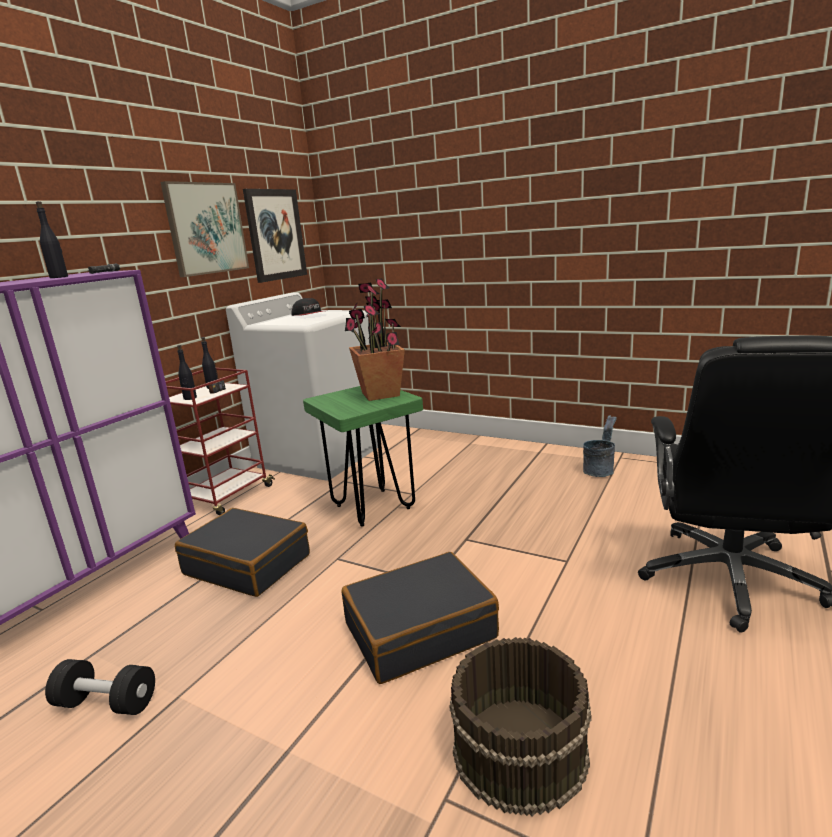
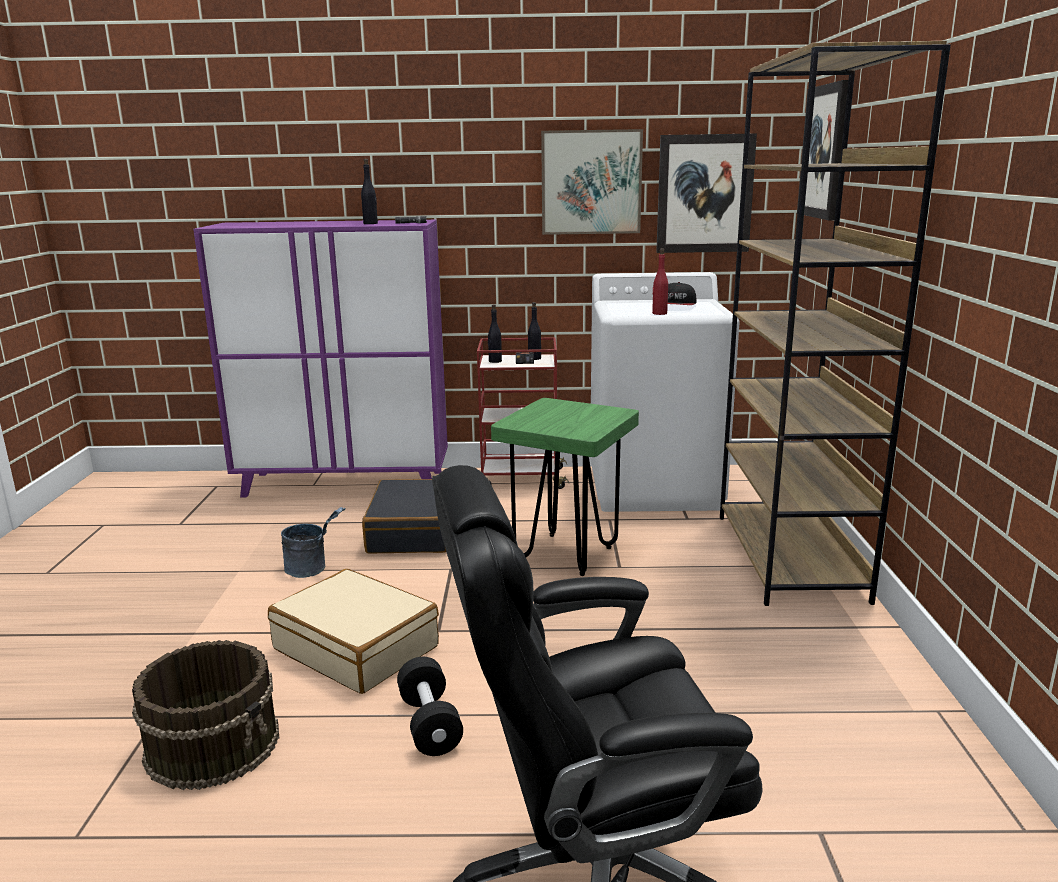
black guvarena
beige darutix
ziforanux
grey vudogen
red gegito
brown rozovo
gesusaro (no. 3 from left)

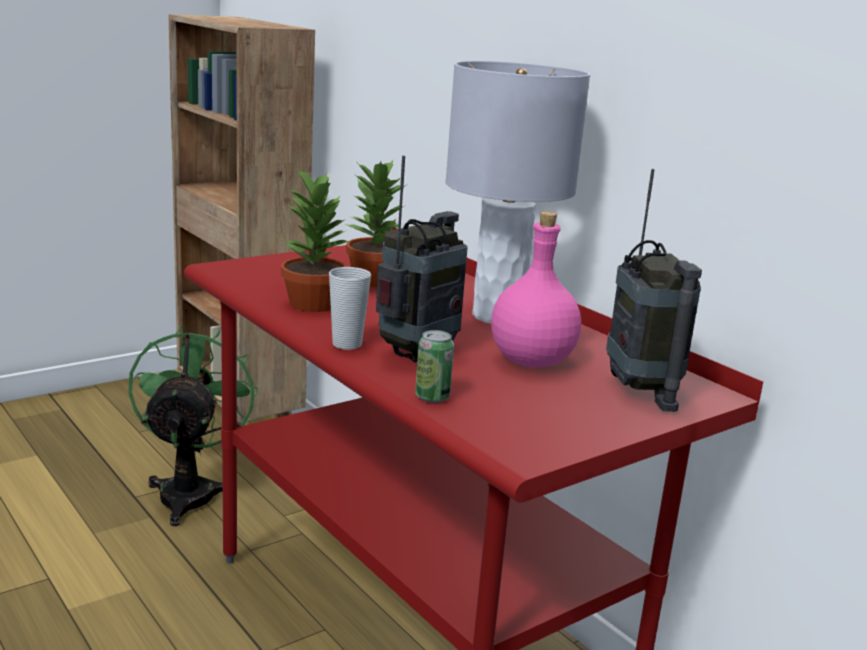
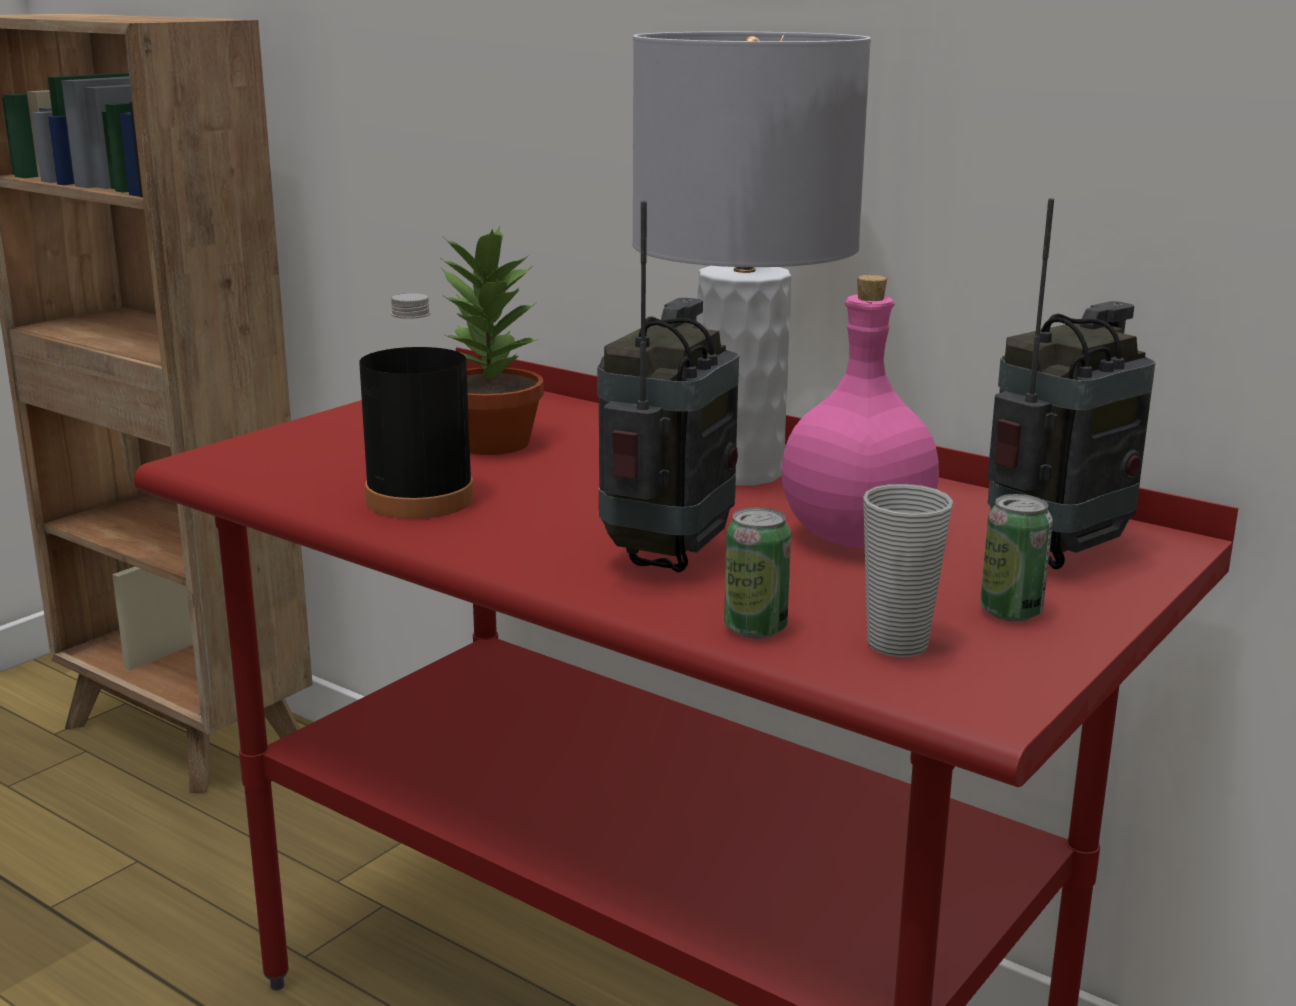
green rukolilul
black gegito
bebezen
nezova (no. 2 from left)
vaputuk (no. 2 from left)

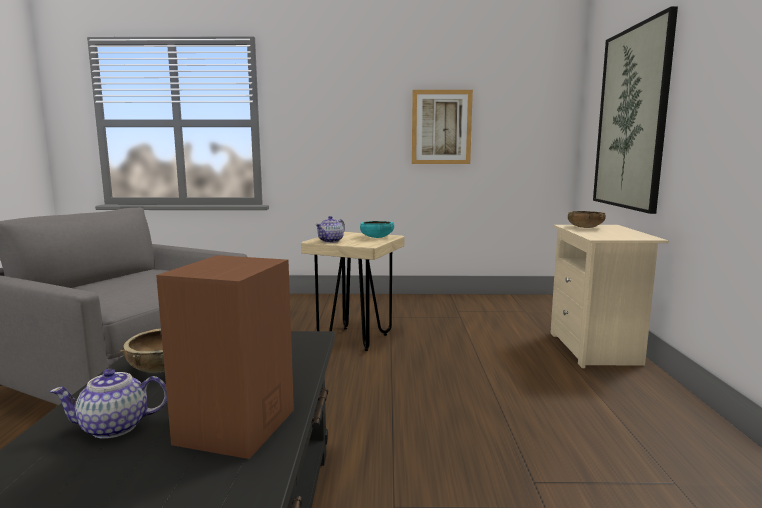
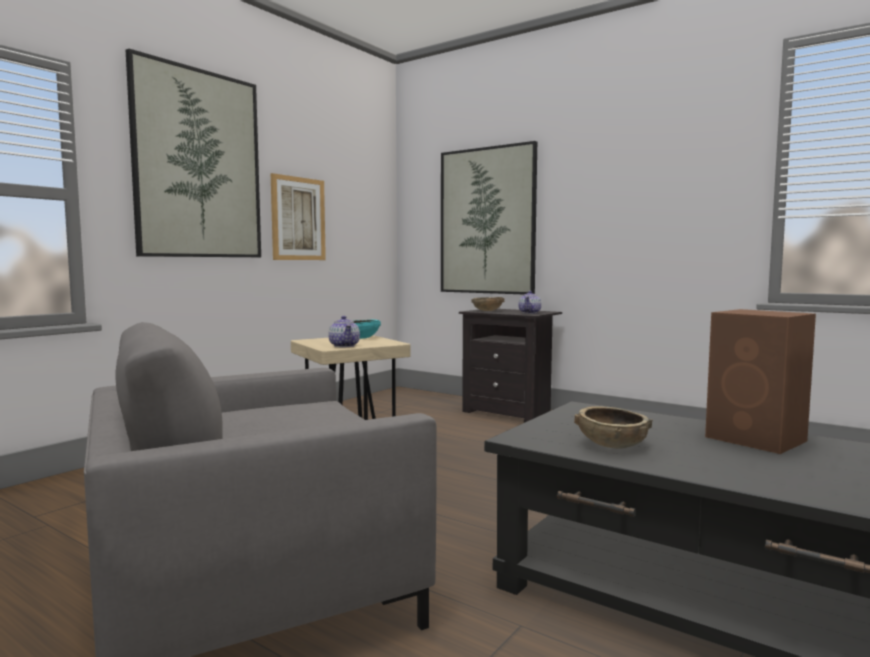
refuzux (no. 2 from left)
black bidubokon
gesusaro (no. 1 from left)

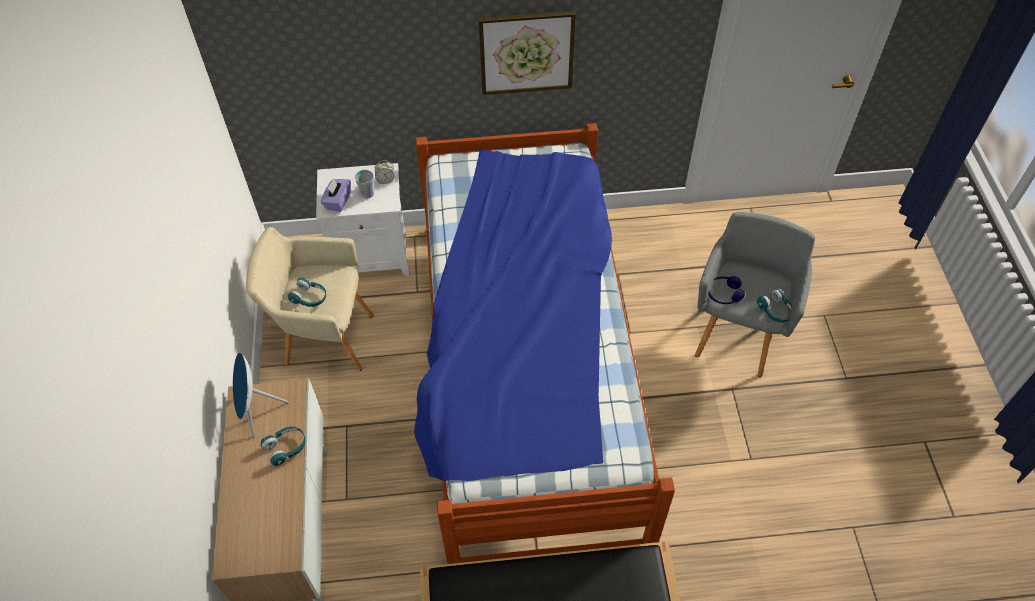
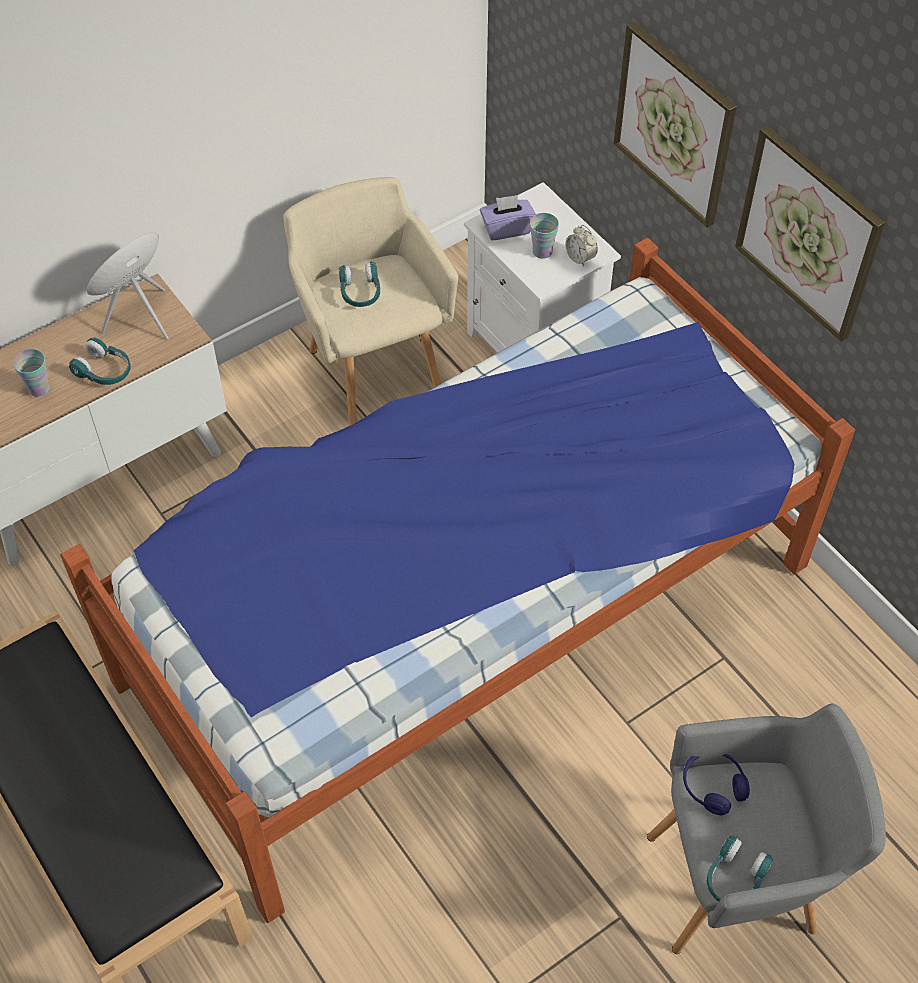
bebezen (no. 1 from left)
gesusaro (no. 1 from left)

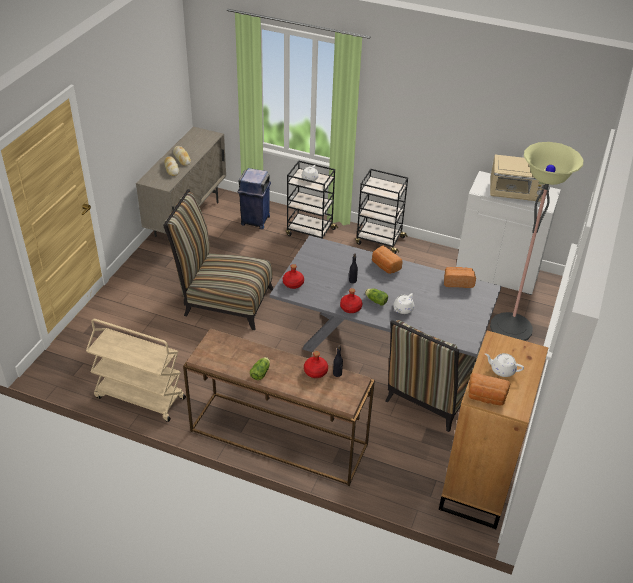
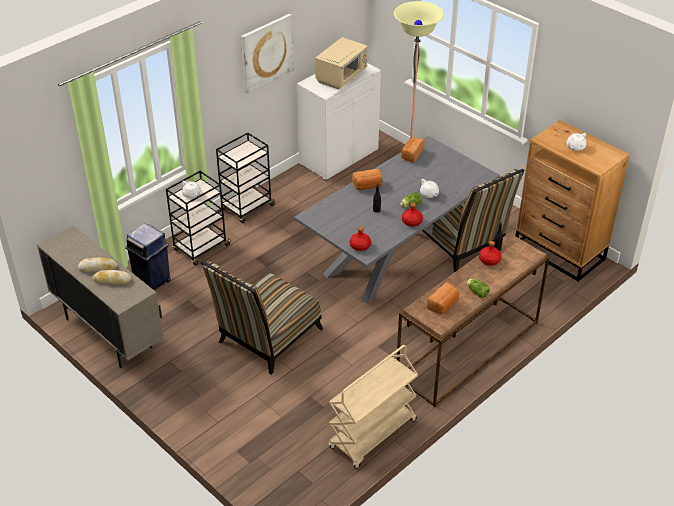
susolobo (no. 5 from left)
gesusaro

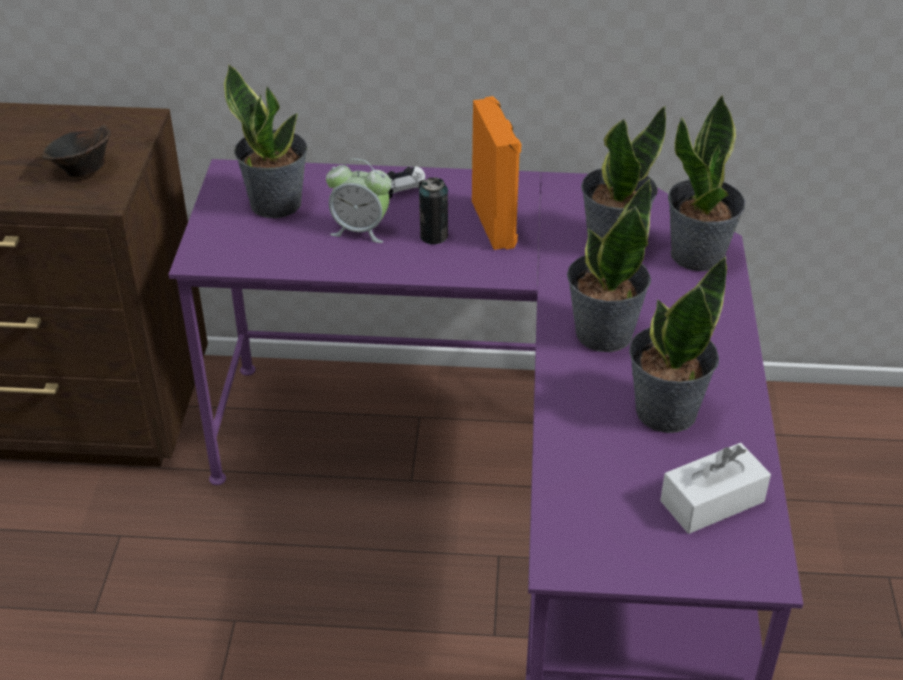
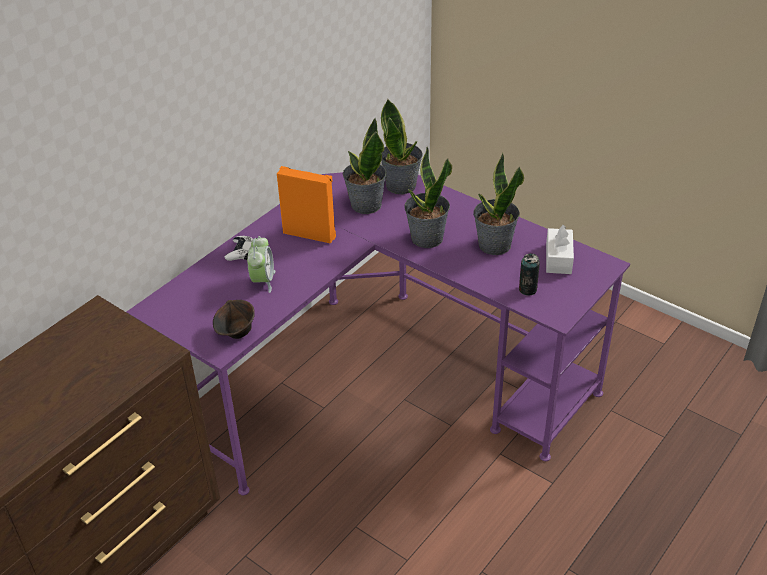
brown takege
ziforanux (no. 1 from left in the first image)
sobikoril
vaputuk

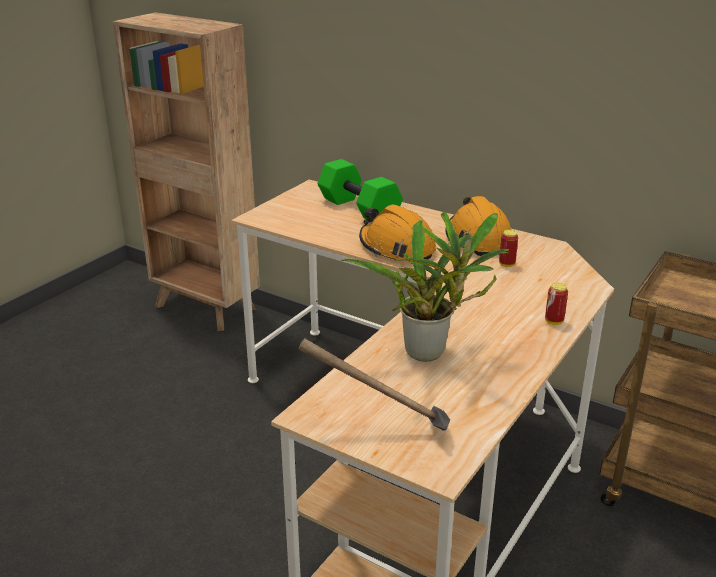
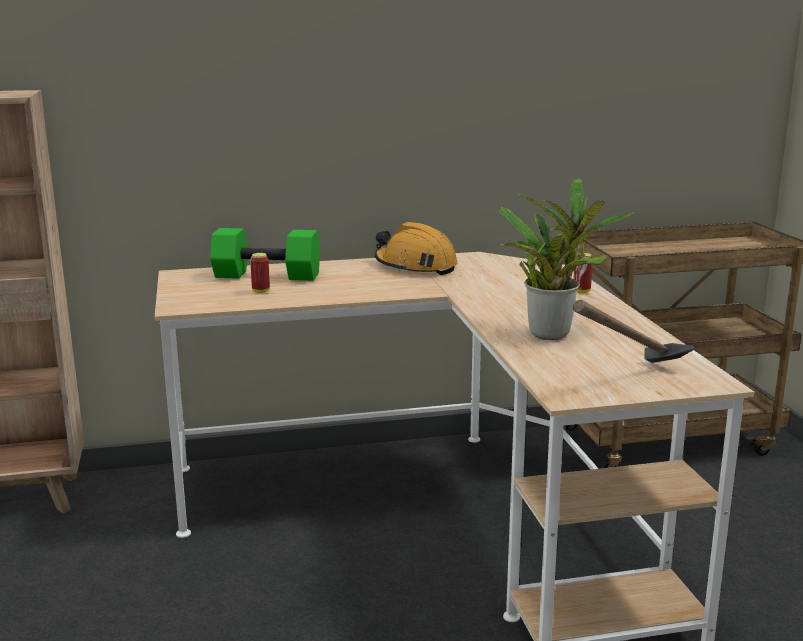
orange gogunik (no. 1 from left in the first image)
vaputuk (no. 1 from left)

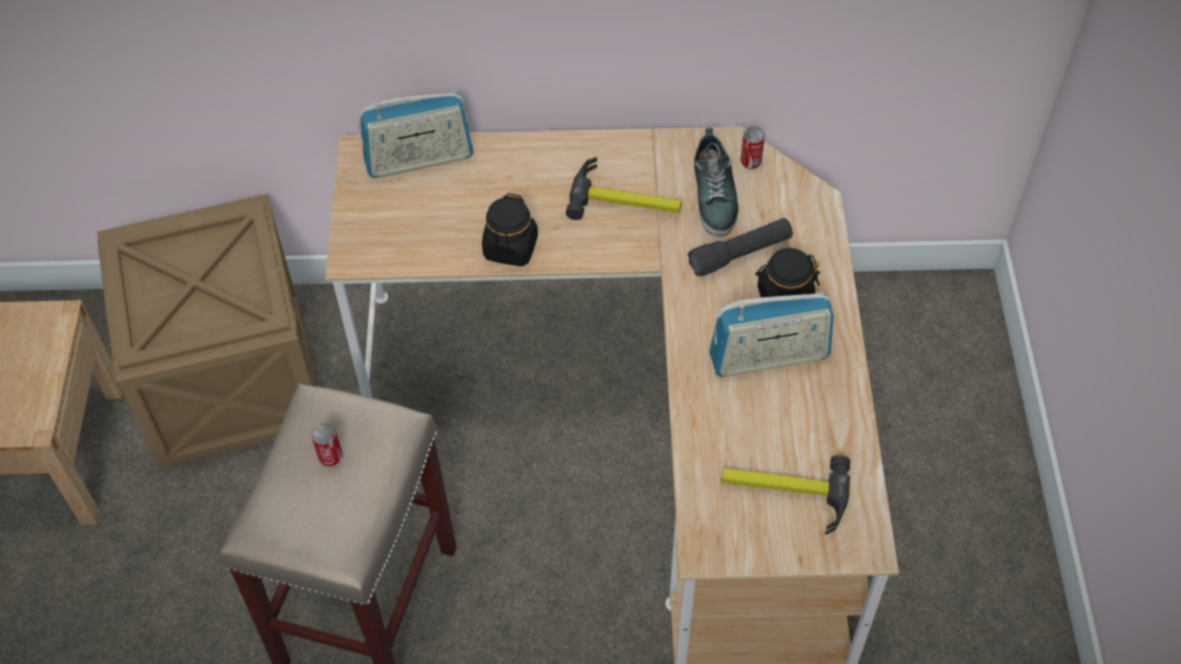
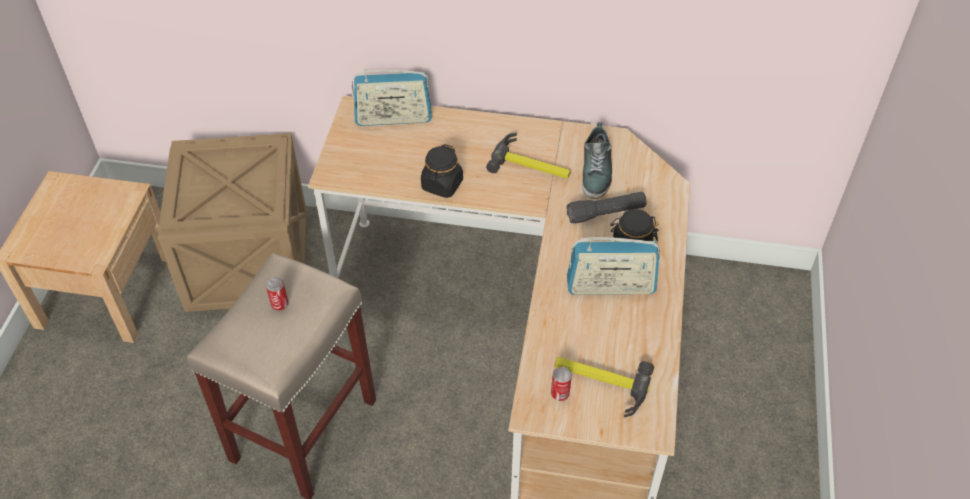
vaputuk (no. 2 from left)

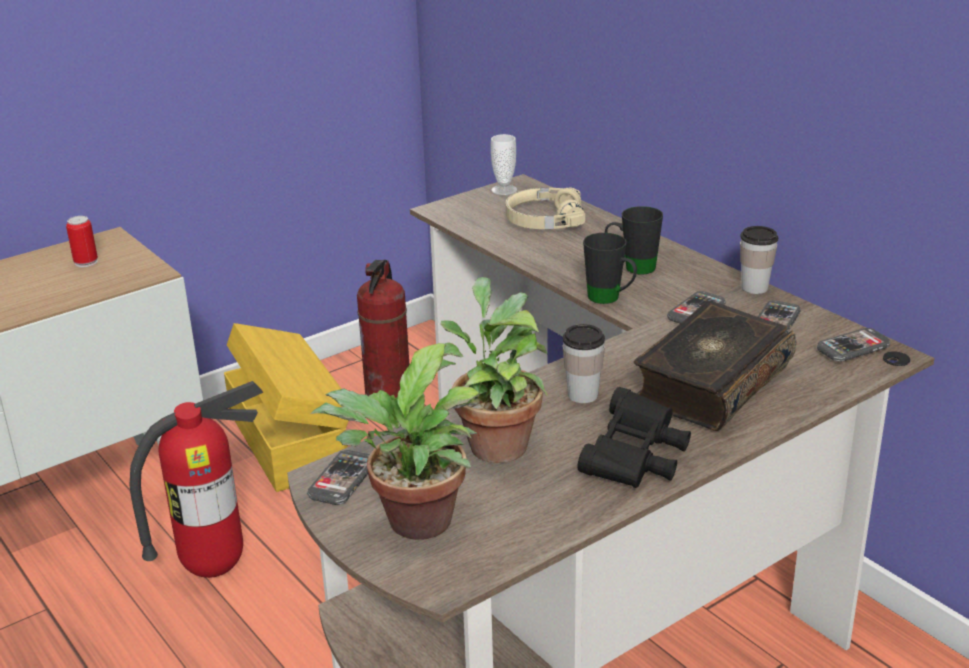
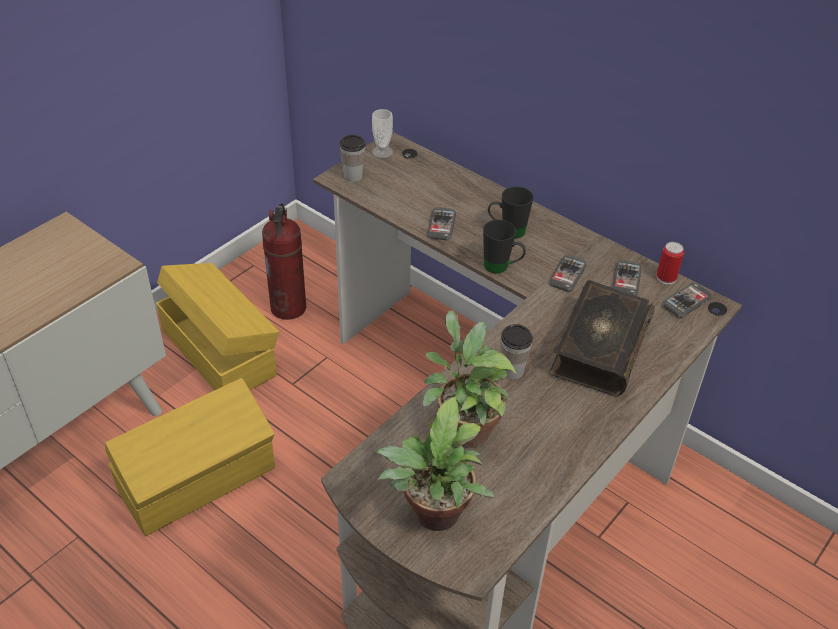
vaputuk
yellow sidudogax (no. 1 from left)
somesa (no. 1 from left)
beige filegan
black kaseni
bebezen (no. 1 from left)

